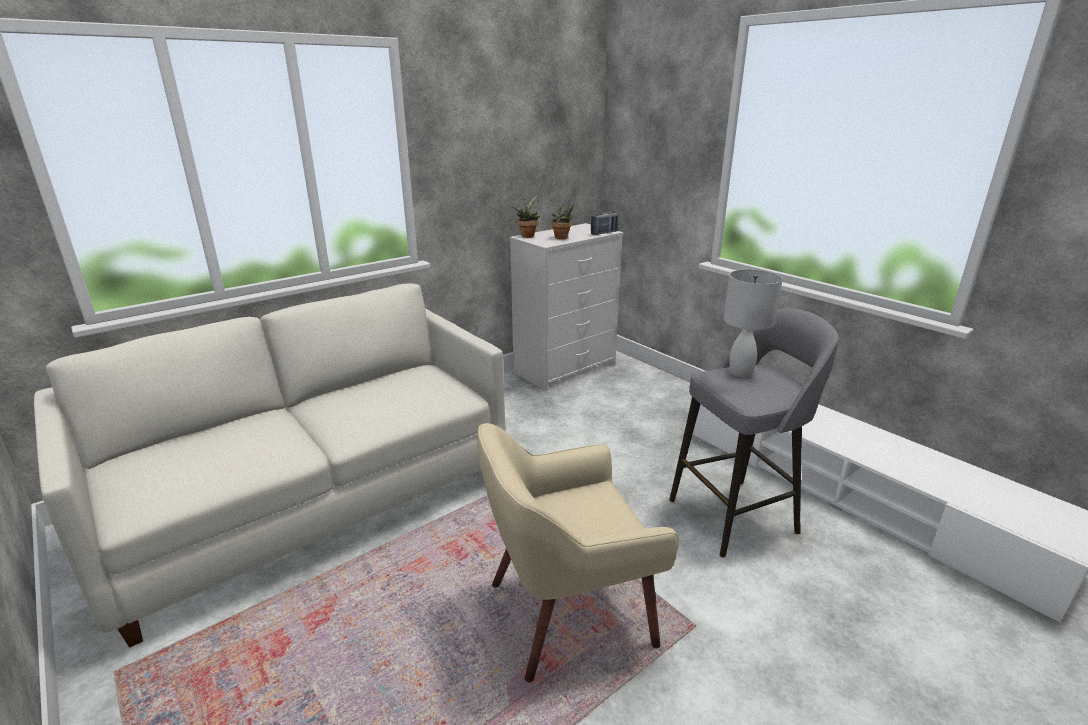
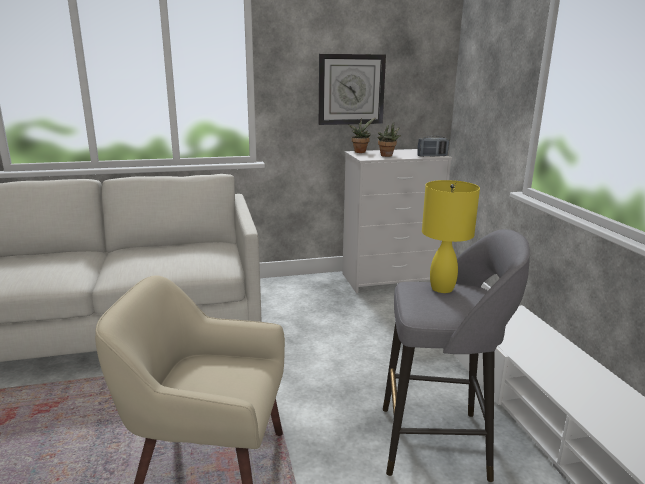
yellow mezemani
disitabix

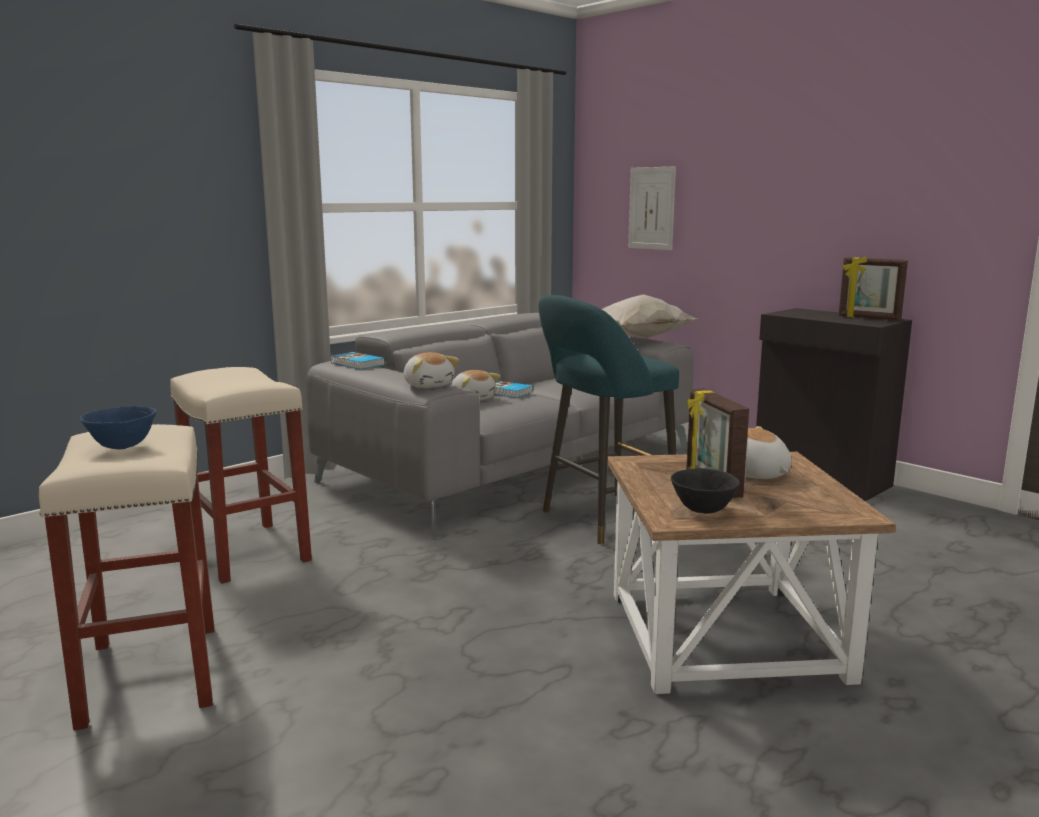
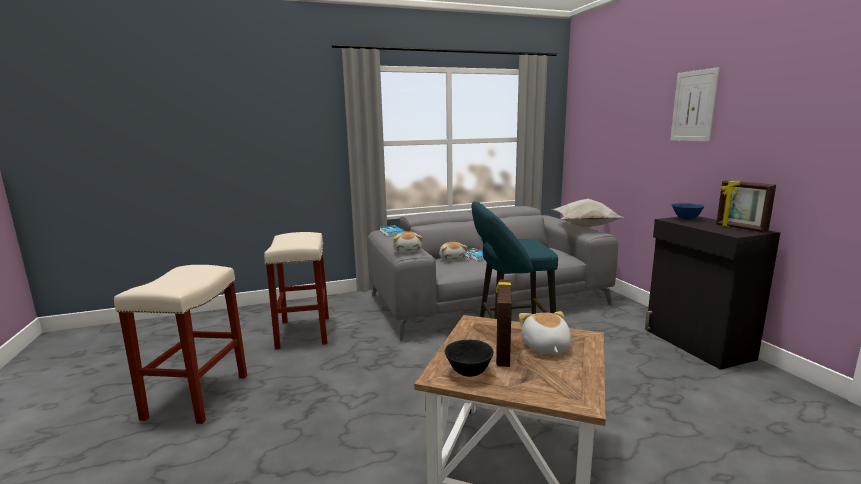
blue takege
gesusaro

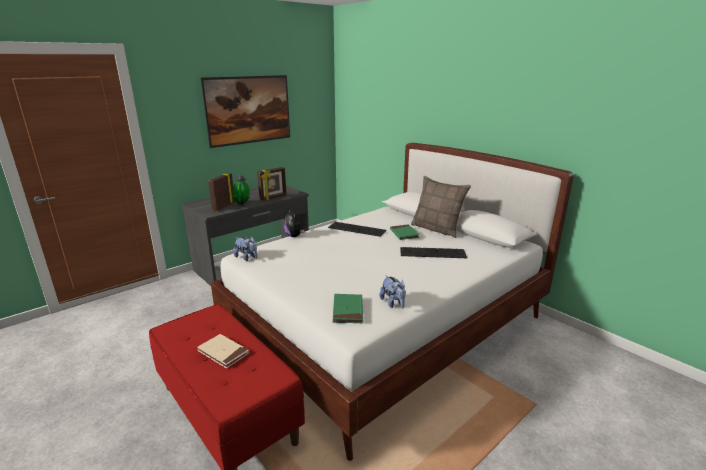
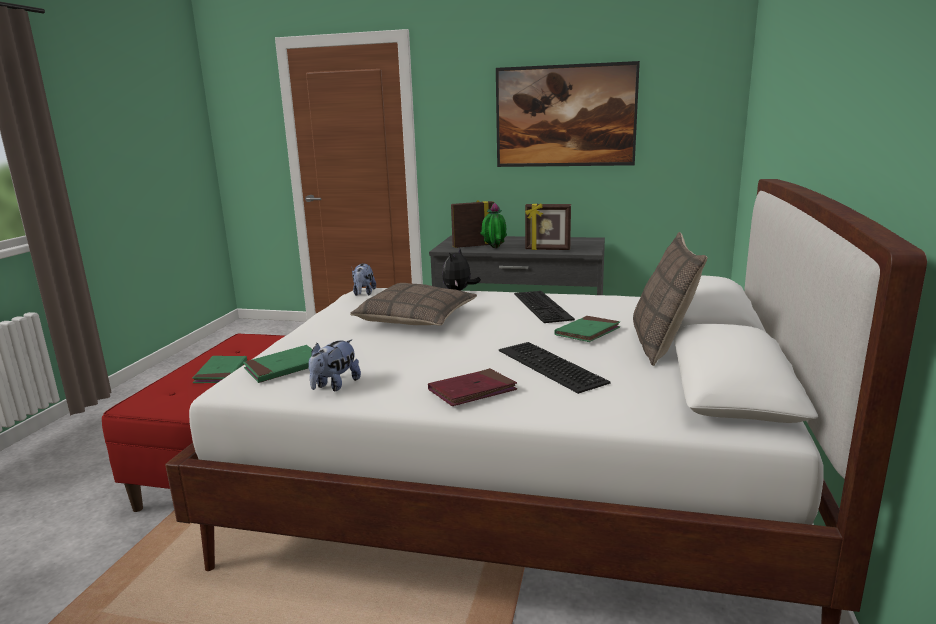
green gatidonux (no. 1 from left)
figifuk (no. 1 from left)
red gatidonux

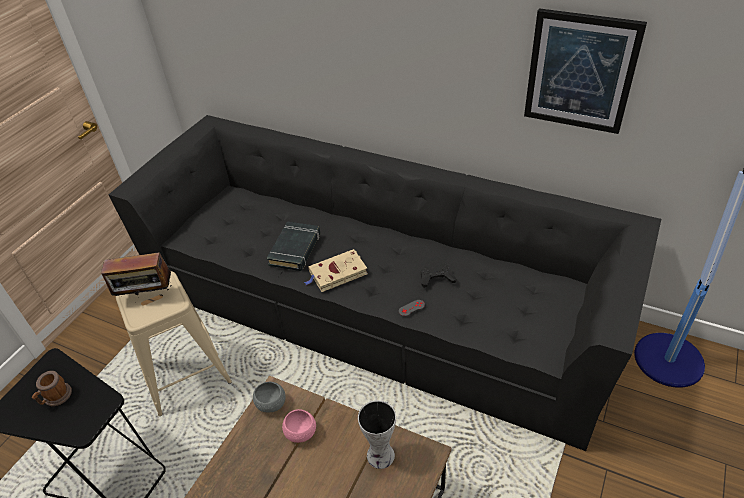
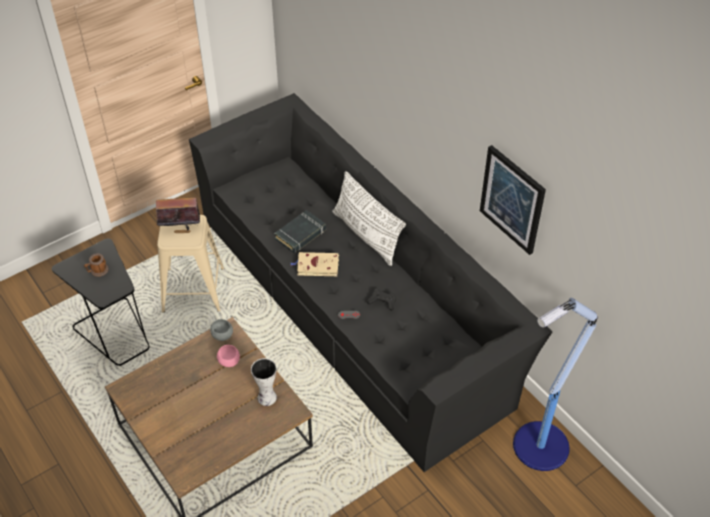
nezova
white figifuk

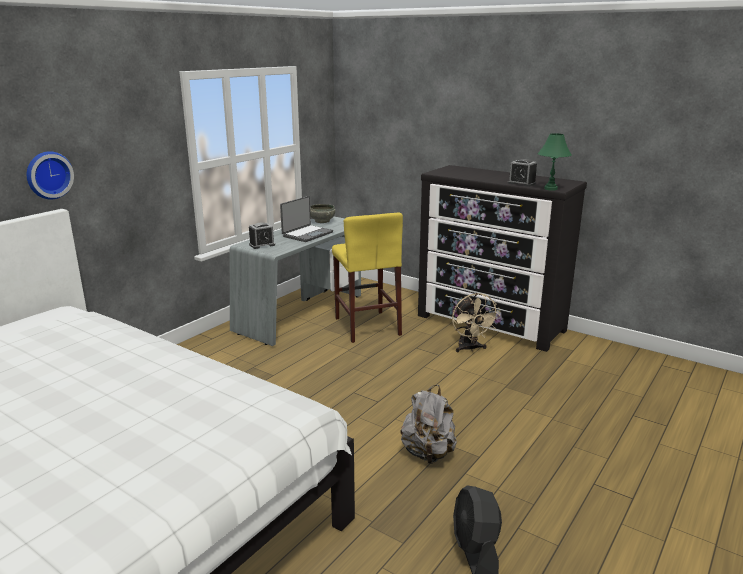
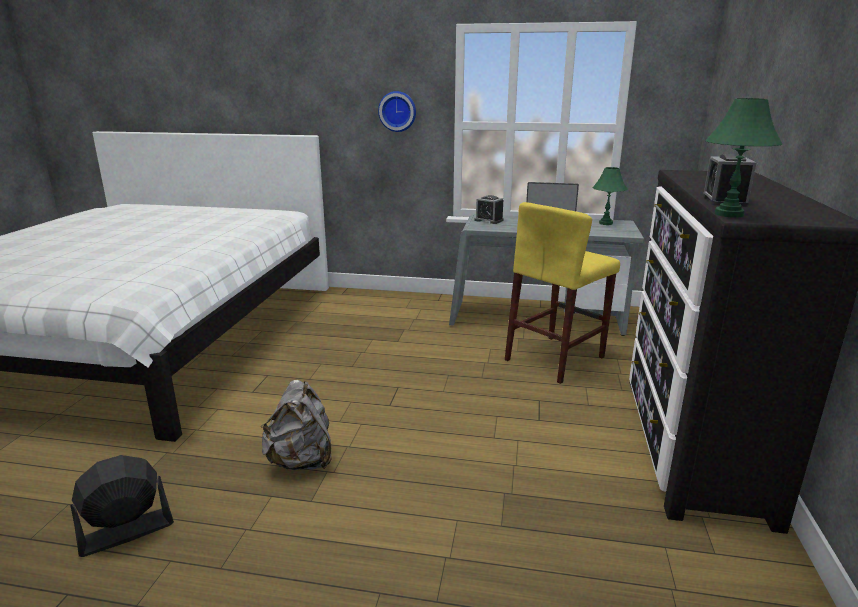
disitabix
green mezemani (no. 1 from left)
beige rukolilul

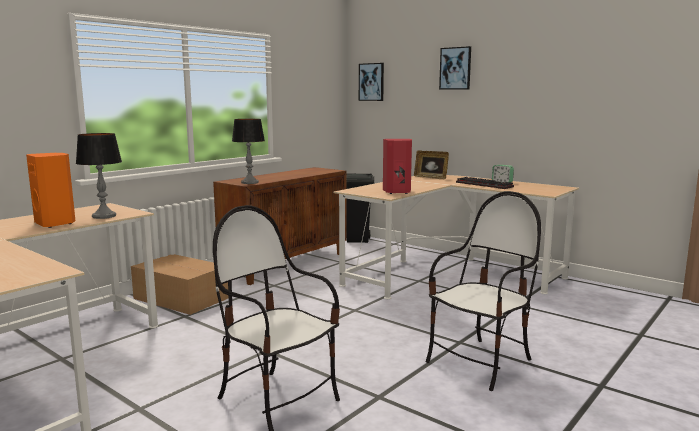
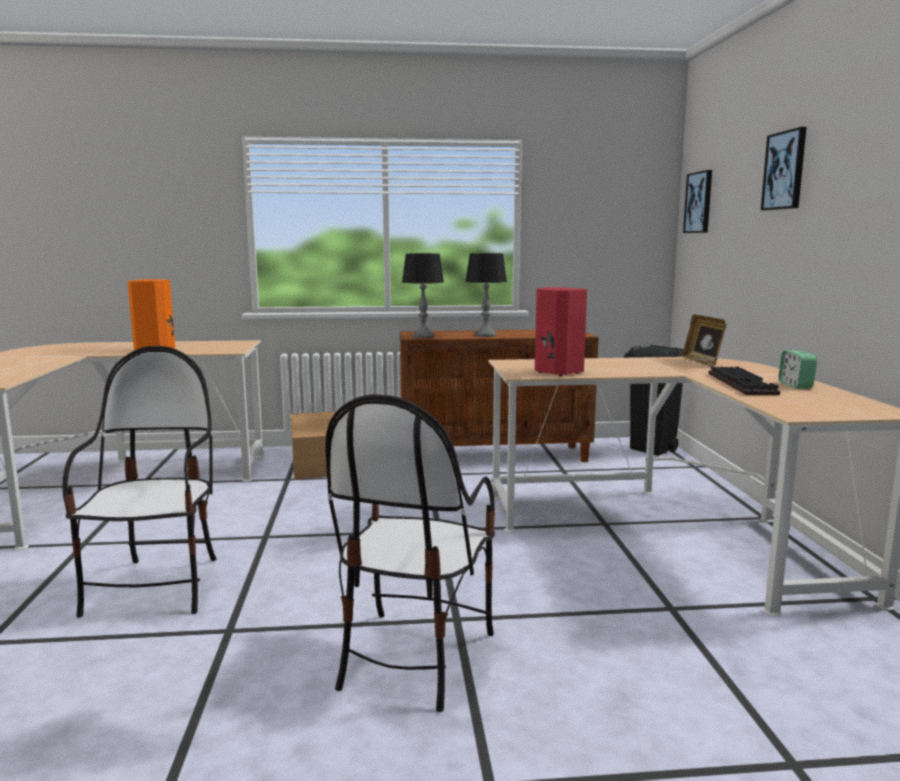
mezemani (no. 2 from left)
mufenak (no. 2 from left)

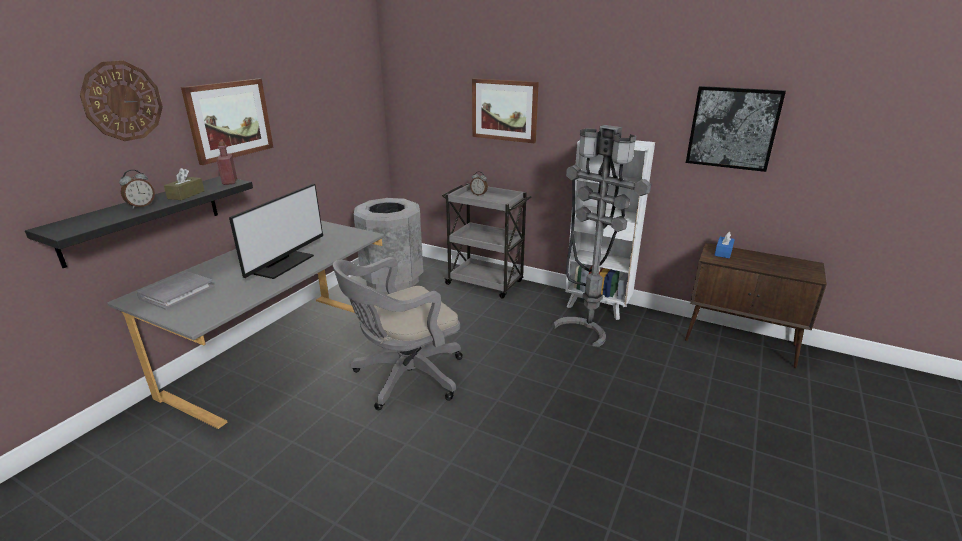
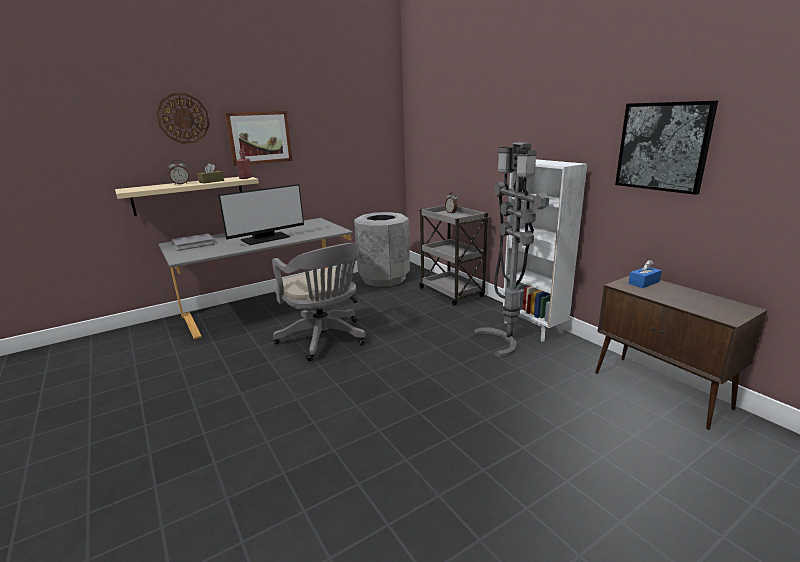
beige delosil
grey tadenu
gesusaro (no. 2 from left in the first image)

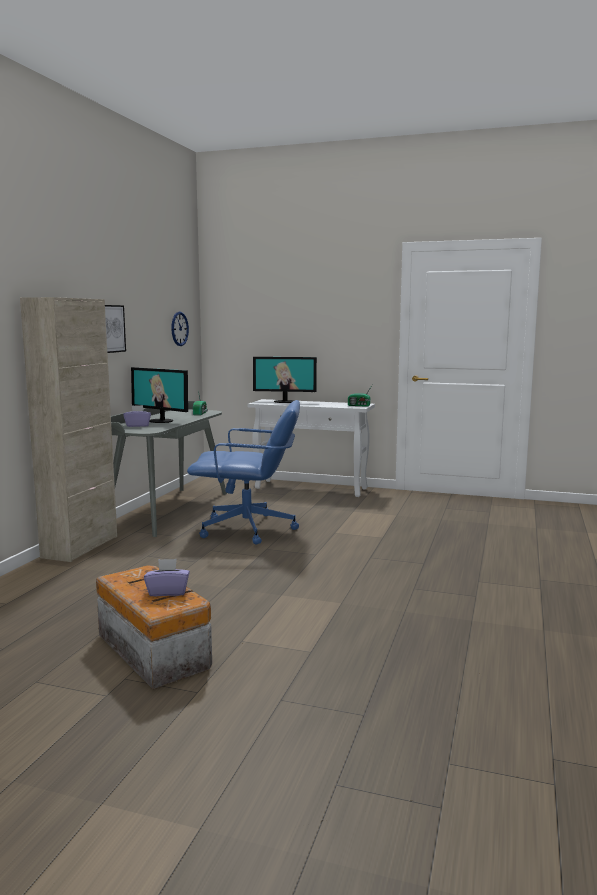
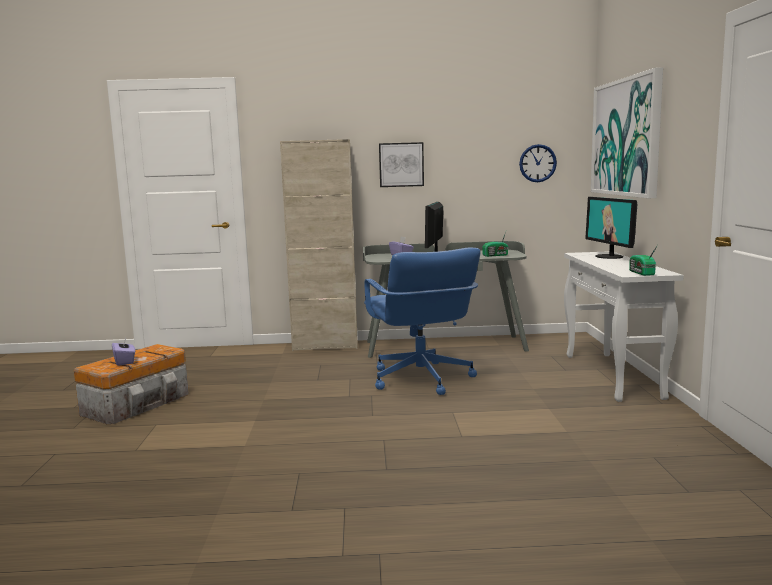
gesusaro (no. 2 from left)

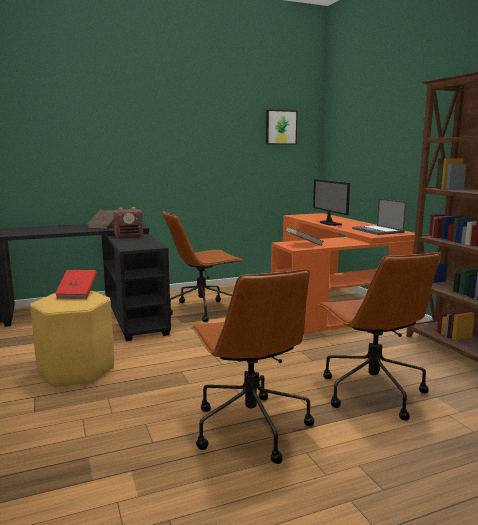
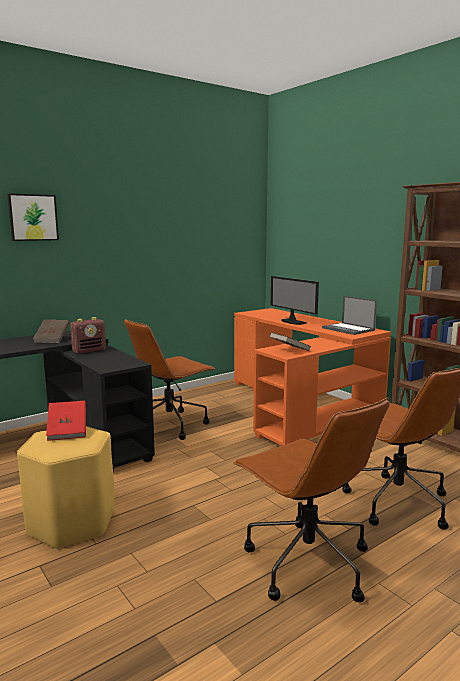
gesusaro

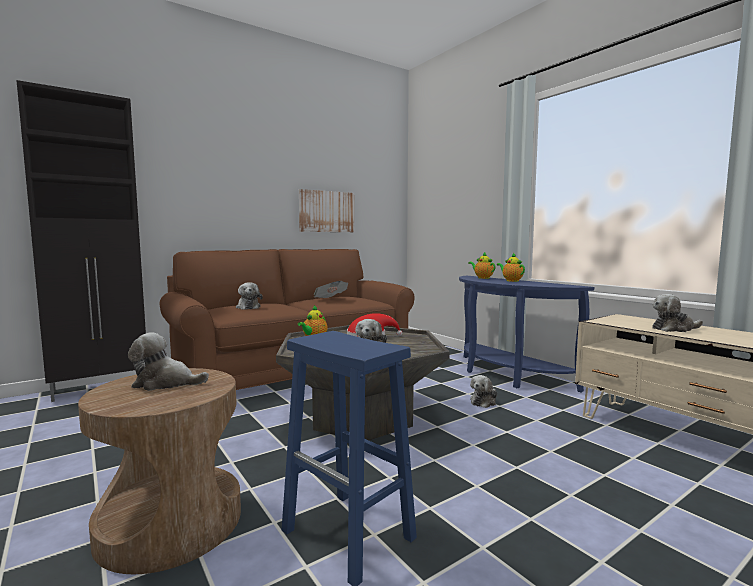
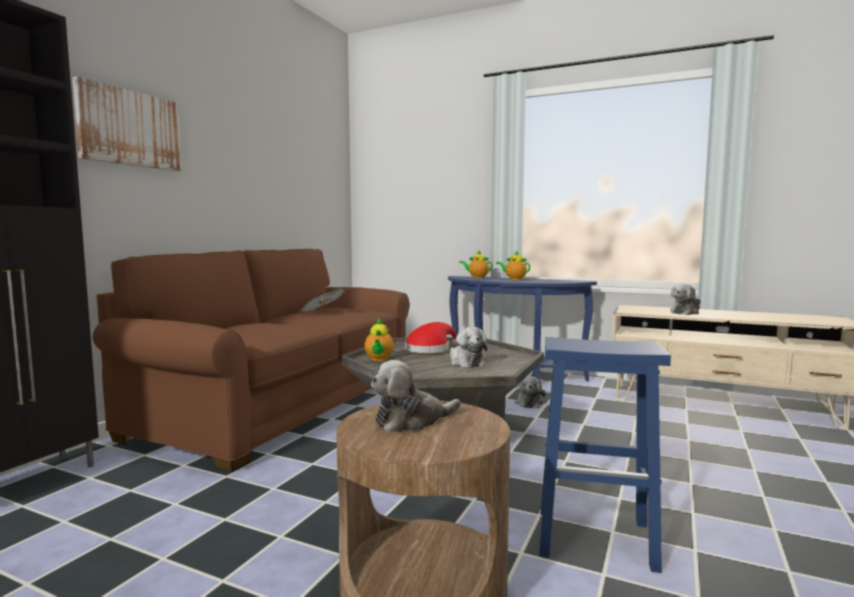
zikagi (no. 2 from left in the first image)
gesusaro

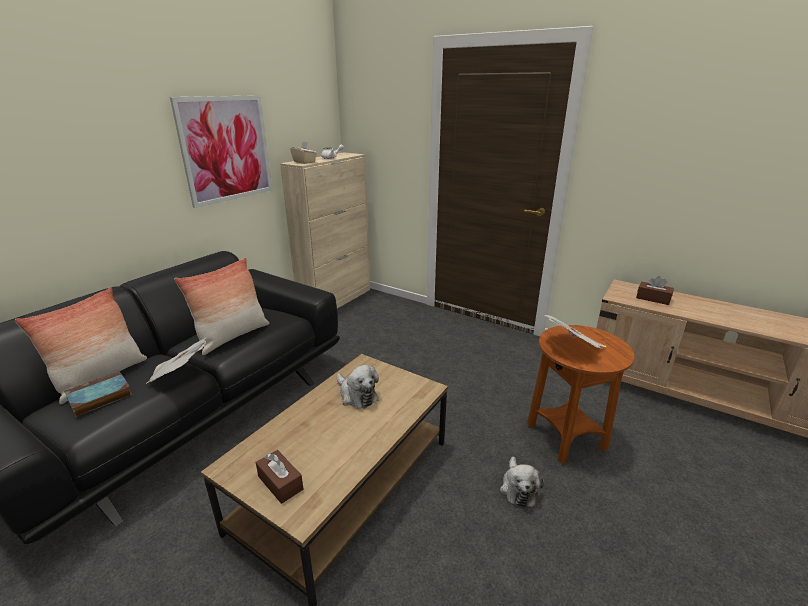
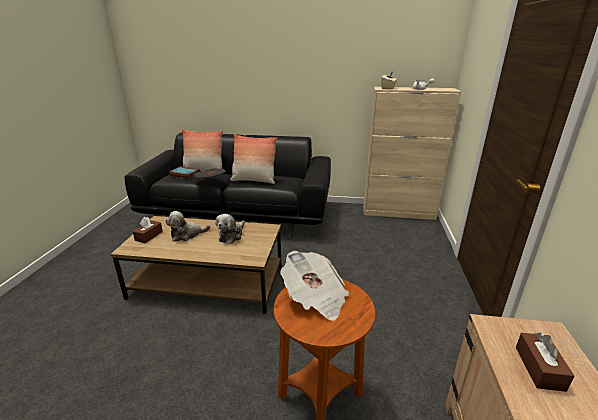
gesusaro
zikagi (no. 1 from left)

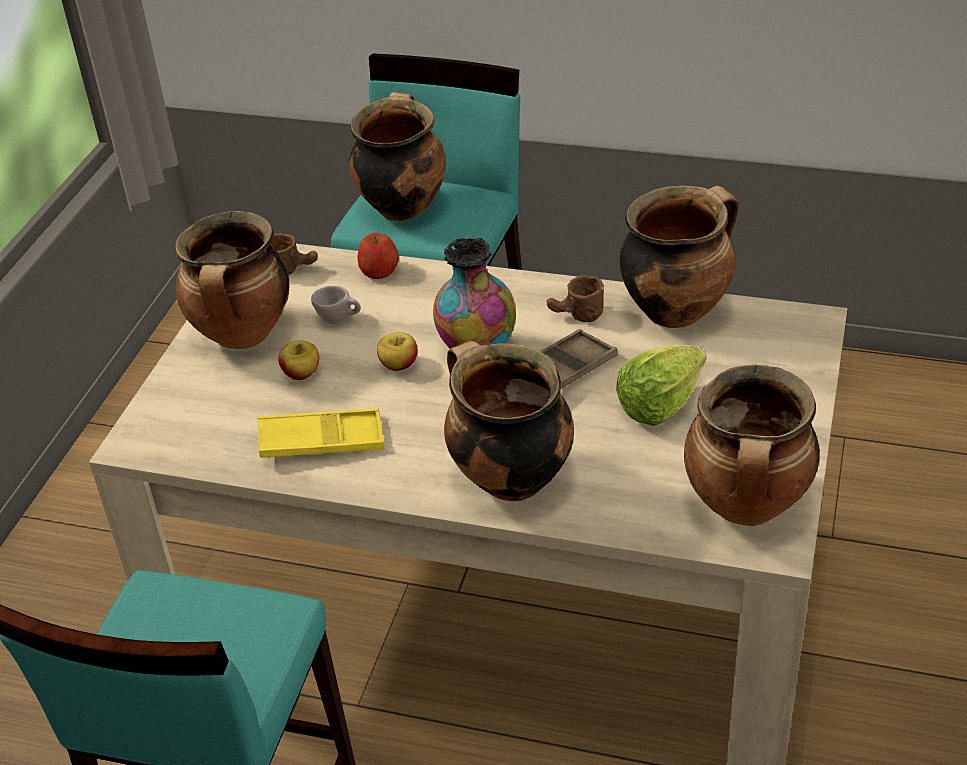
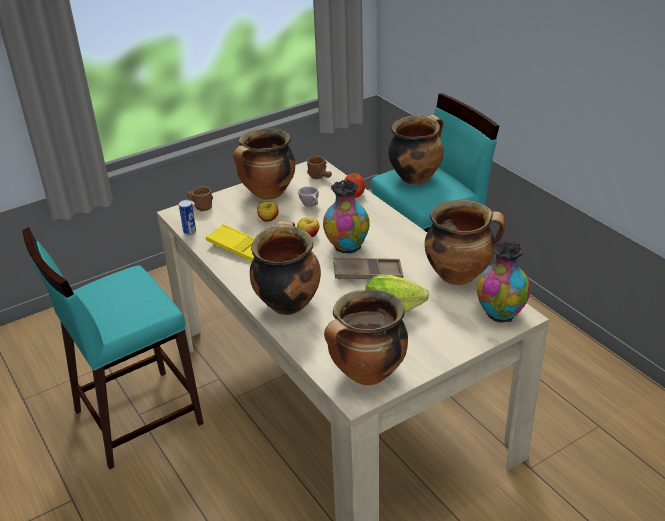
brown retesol (no. 1 from left)
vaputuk
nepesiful (no. 2 from left)

